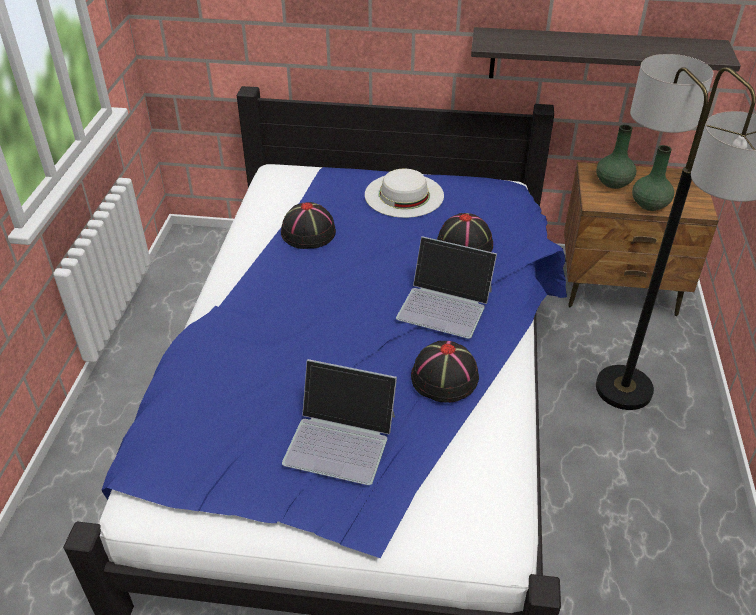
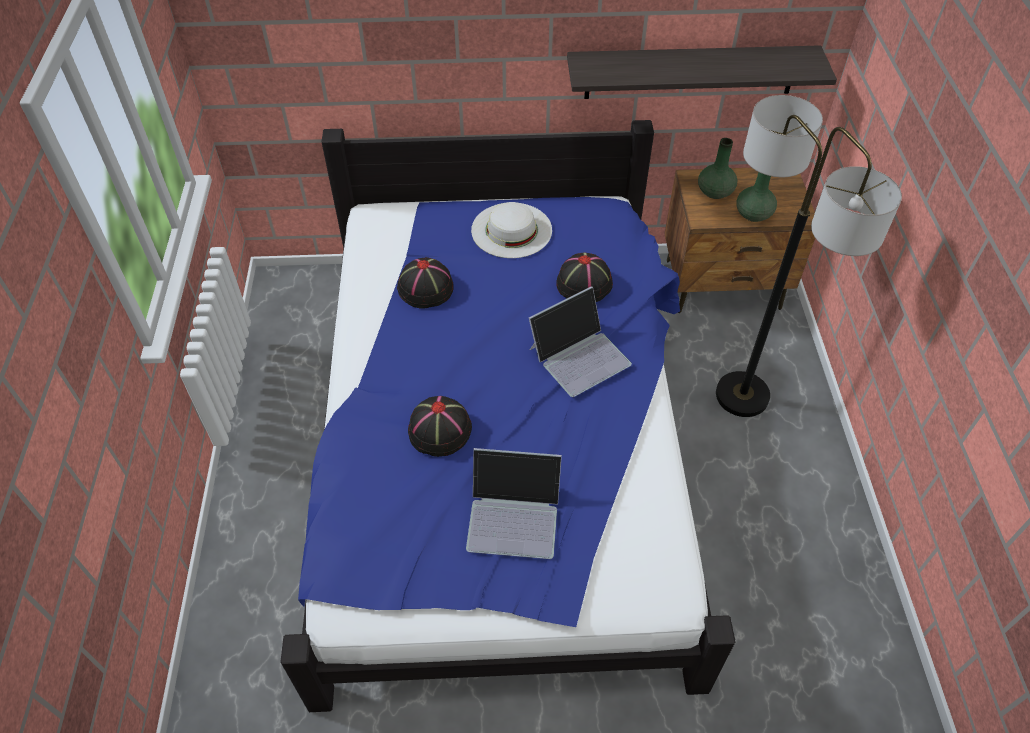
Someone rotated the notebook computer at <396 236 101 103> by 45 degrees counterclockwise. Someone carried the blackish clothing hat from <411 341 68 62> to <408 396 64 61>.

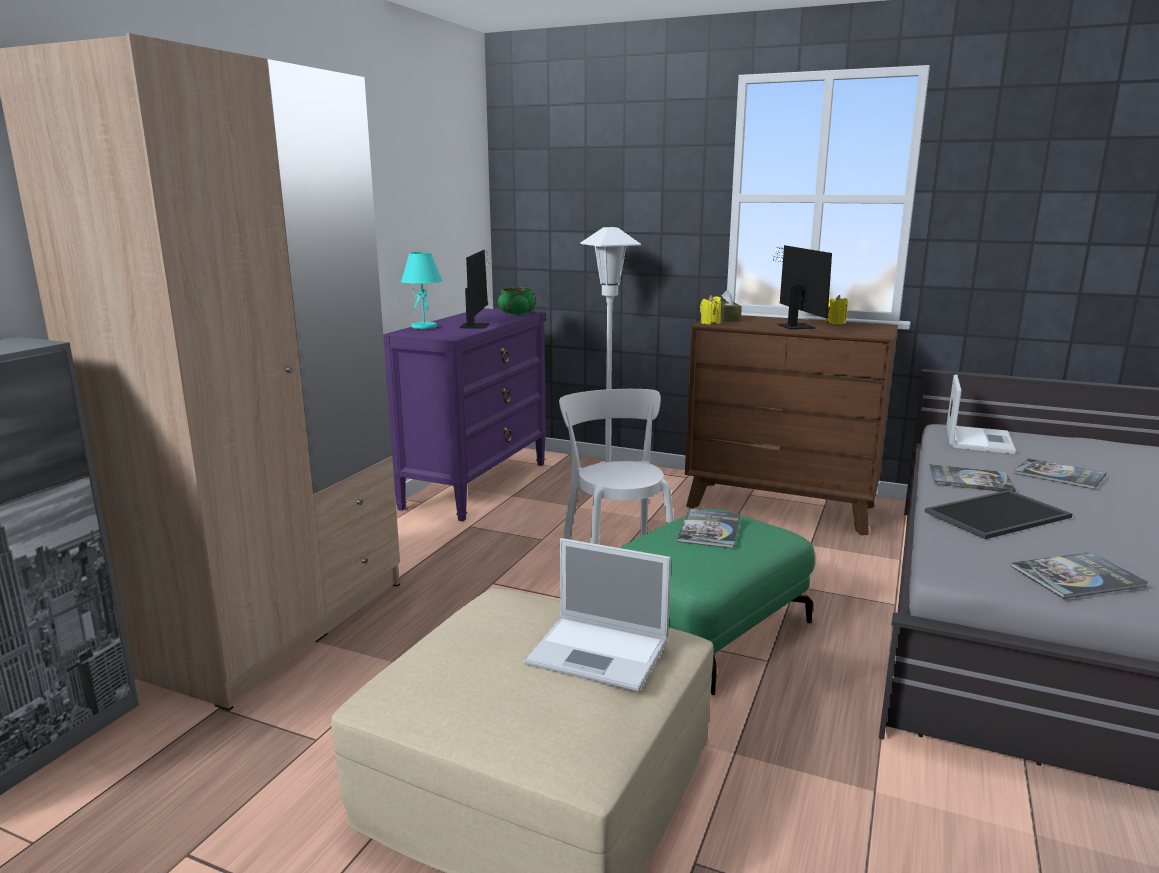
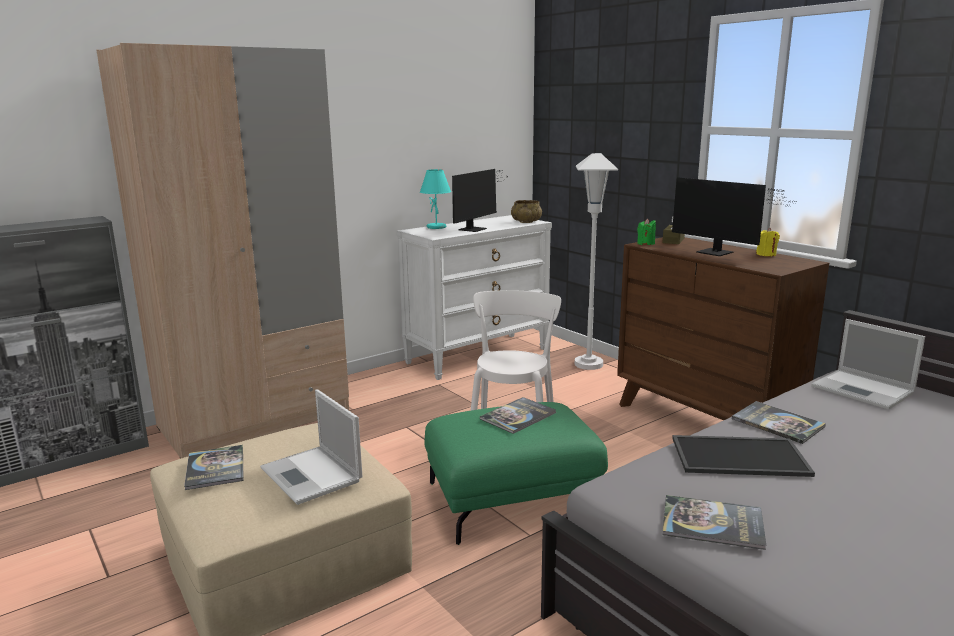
Someone repainted the purplish drawer chest at <383 308 164 213>, which became the whitish drawer chest at <397 215 155 165>. Someone repainted the green deep dish at <498 287 38 28>, which became the beige deep dish at <511 200 31 23>. Someone repainted the yellow candle at <700 295 21 29>, which became the green candle at <637 219 19 26>. Someone rotated the computer screen at <771 245 61 84> by 120 degrees clockwise. Someone rotated the notebook computer at <947 375 69 79> by 90 degrees clockwise. Someone carried the bound book from <1014 458 93 31> to <184 445 60 45>.

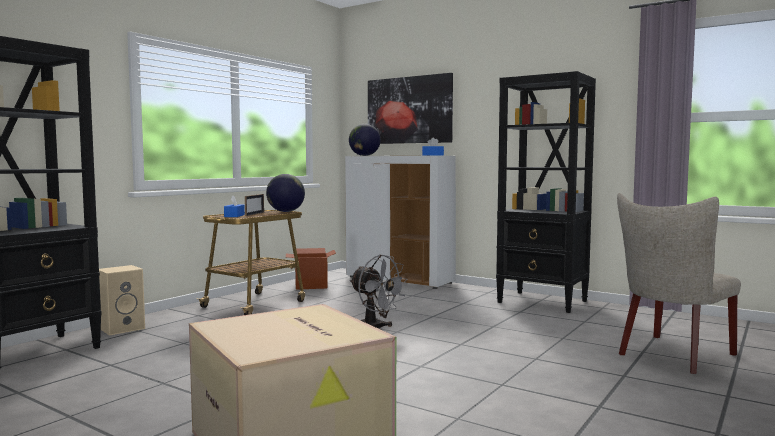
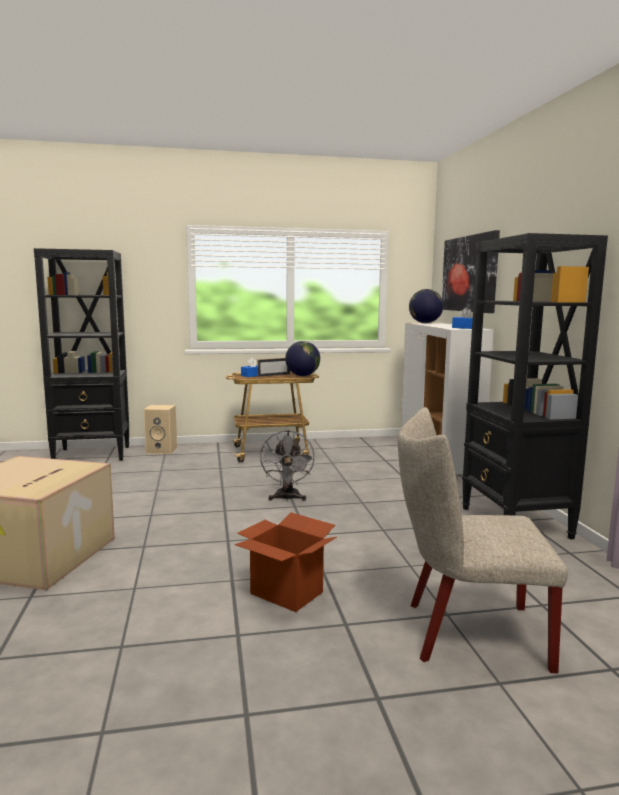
Someone carried the carton from <286 248 50 42> to <235 512 102 100>.

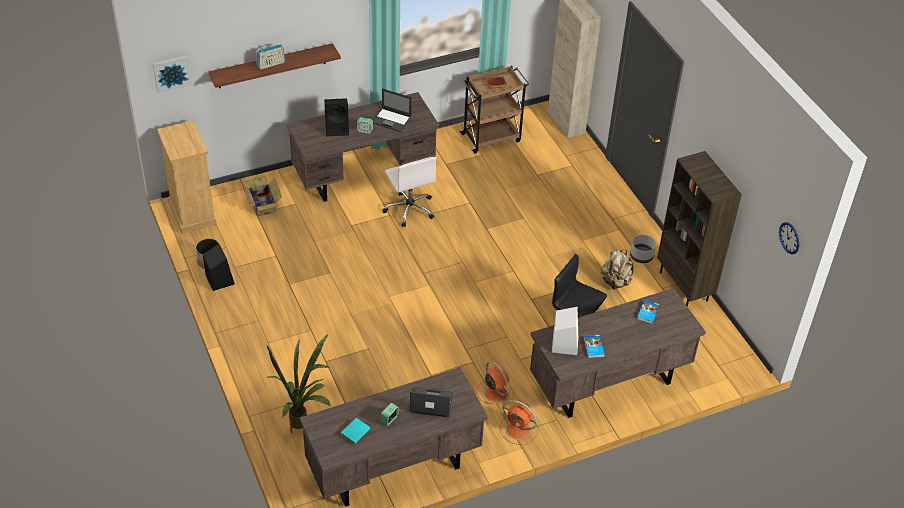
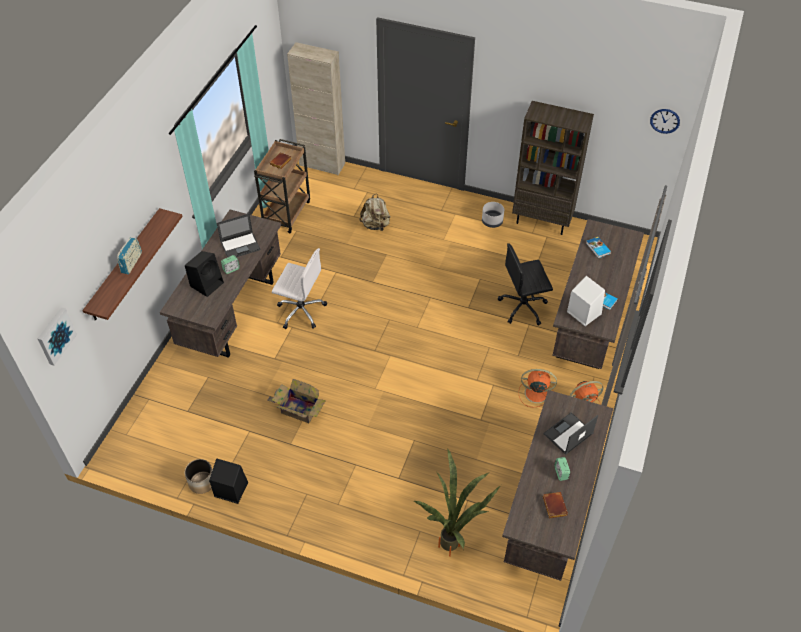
Someone took away the beige drawer chest at <157 120 60 114>. Someone carried the carton from <242 177 40 39> to <267 379 59 44>. Someone repainted the turquoise bound book at <341 418 29 26>, which became the brown bound book at <542 492 26 26>. Someone carried the beige knapsack from <601 249 33 41> to <359 193 32 38>.

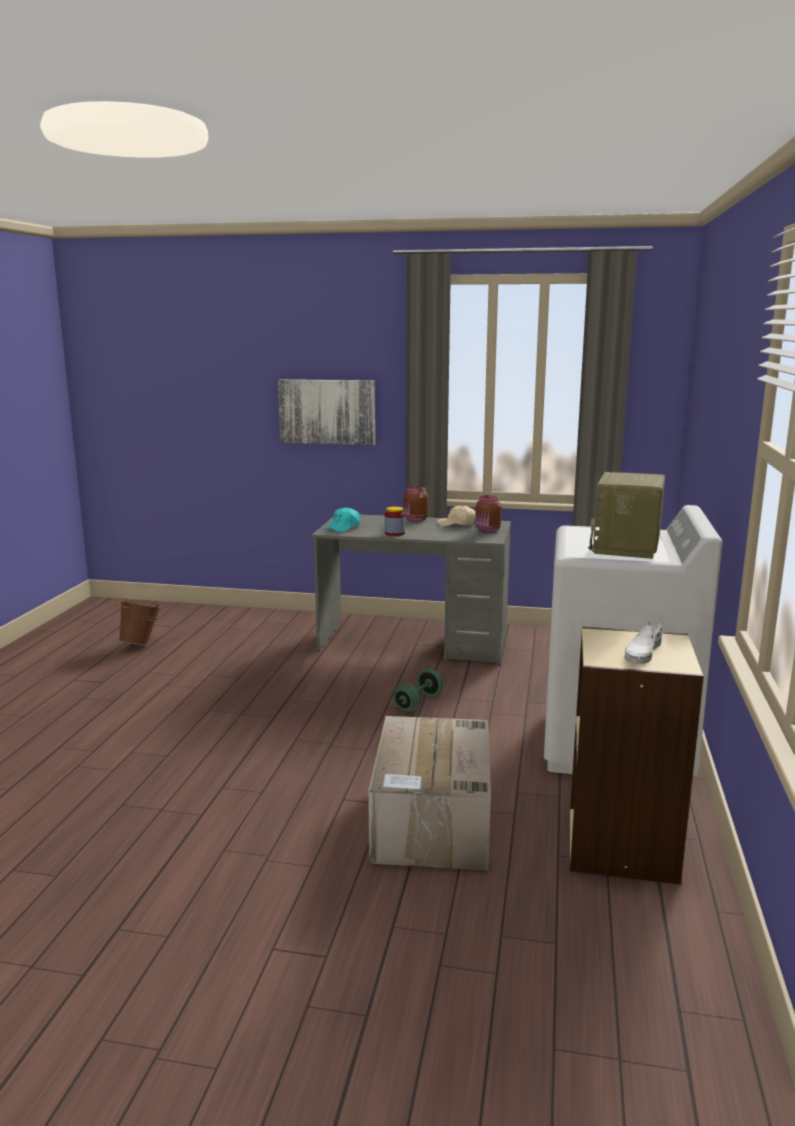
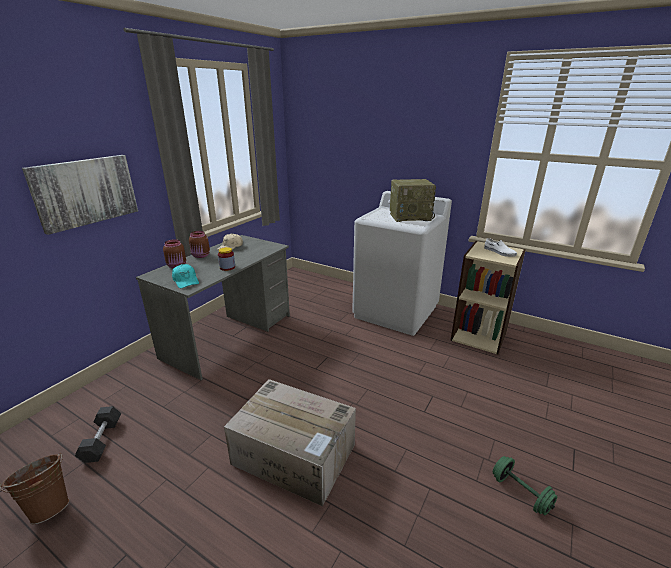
Someone carried the carton from <368 716 123 154> to <224 379 132 127>. Someone carried the green dumbbell from <393 669 50 42> to <493 456 64 59>. Someone carried the brown jar from <475 495 27 38> to <163 239 23 29>. Someone rotated the radio set at <588 472 77 87> by 45 degrees counterclockwise. Someone put down the blackish dumbbell at <75 406 46 57>.

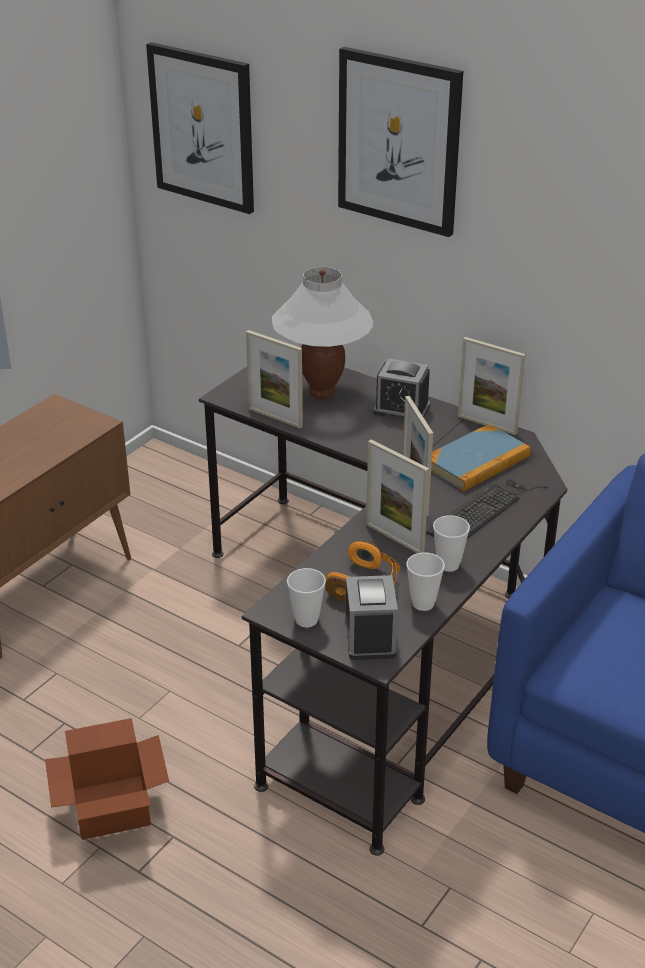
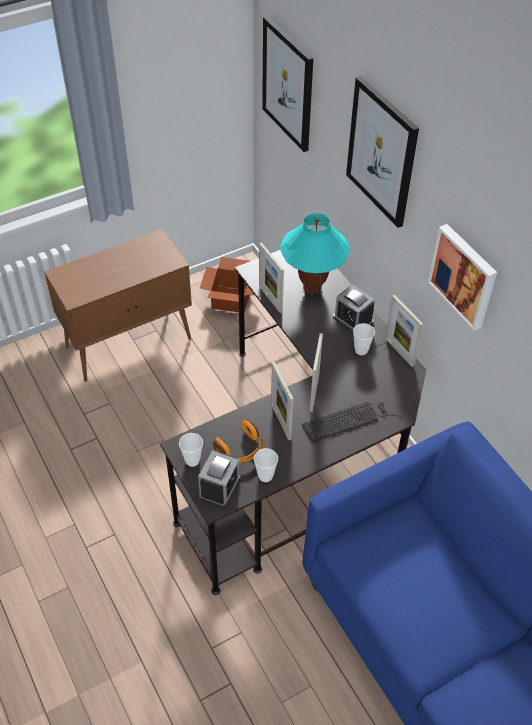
Someone carried the carton from <45 718 124 122> to <200 257 54 56>. Someone repainted the whitish lamp for a table at <272 267 102 132>, which became the turquoise lamp for a table at <280 213 70 81>. Someone took away the bound book at <431 424 100 68>. Someone carried the small cup from <433 515 37 57> to <353 323 22 32>. Someone put up the wall picture at <428 224 69 107>.

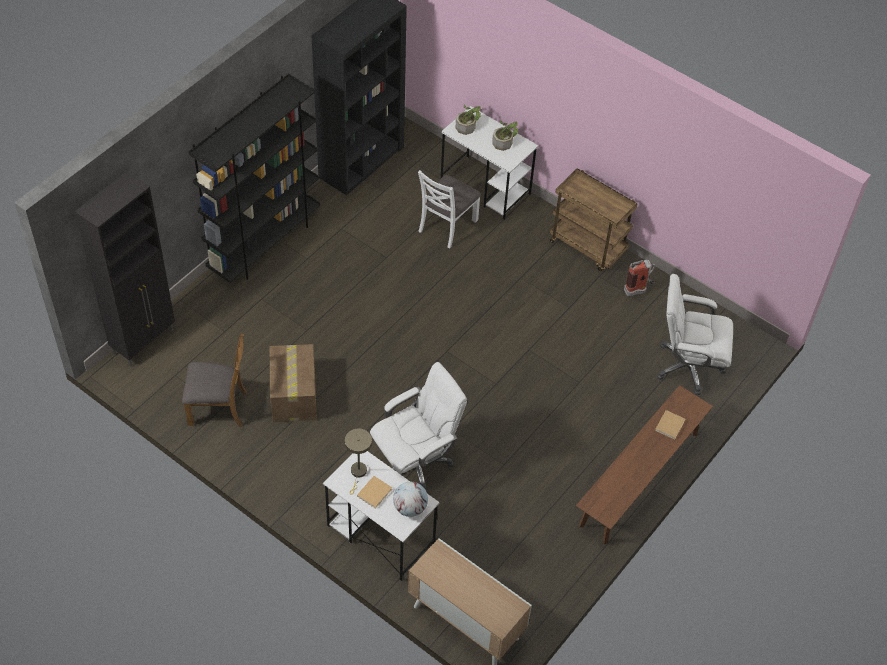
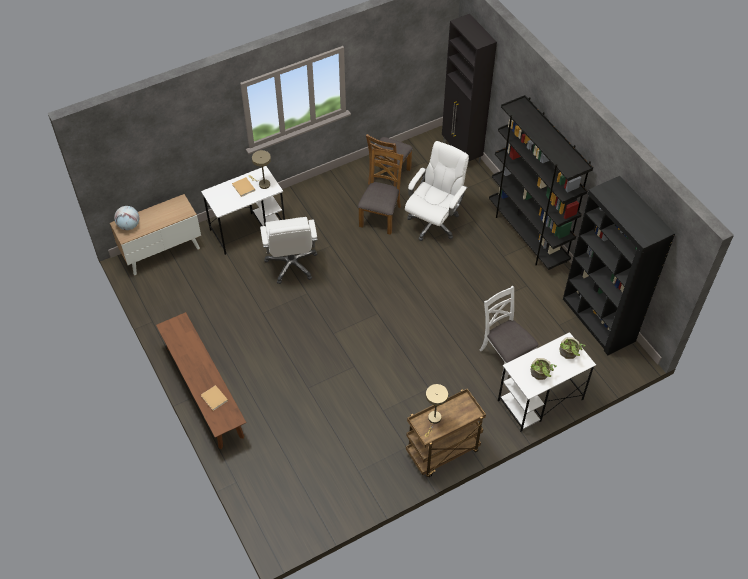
Someone swapped the carton at <270 344 47 78> for the brown plain chair at <358 148 46 87>. Someone carried the desk globe from <393 482 35 35> to <114 206 25 24>. Someone took away the fire-fighting cylinder at <624 260 31 36>. Someone carried the whitish office chair from <657 274 76 121> to <405 141 64 100>. Someone put down the beige lamp for a table at <425 384 23 53>.

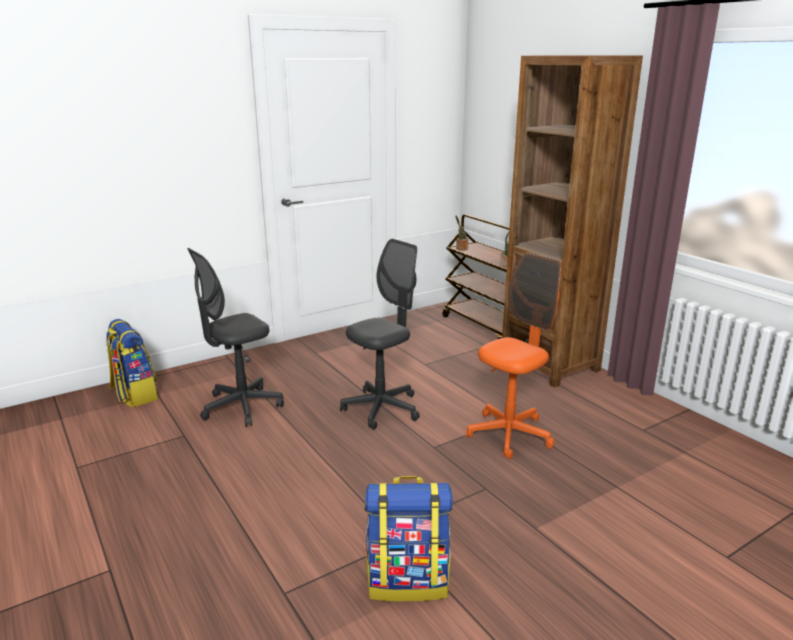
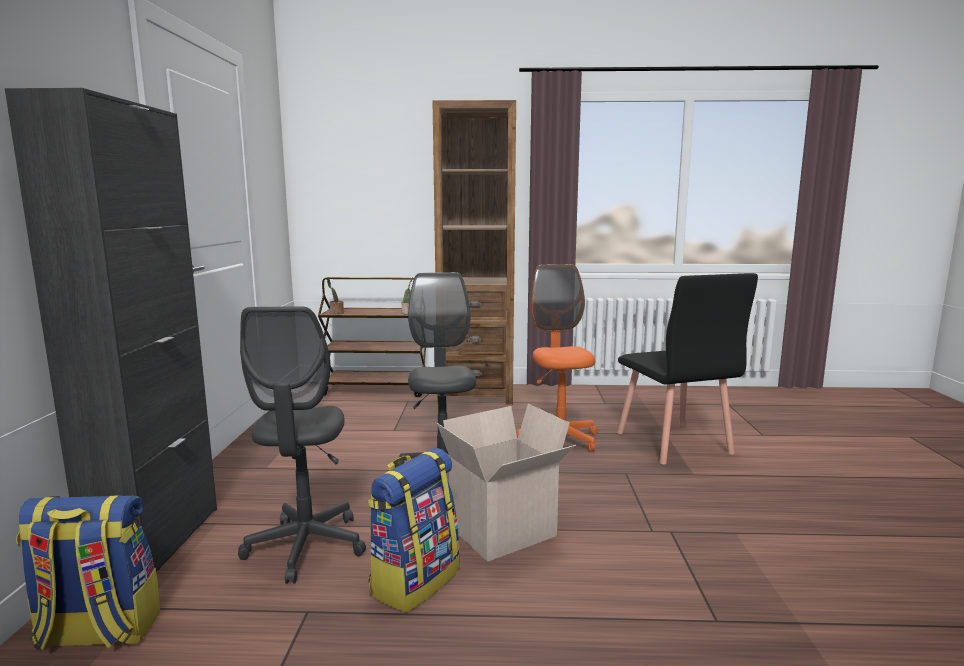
Someone carried the knapsack from <364 476 89 126> to <367 448 93 165>. Someone put down the blackish cabinet at <5 88 212 484>. Someone put down the carton at <437 404 139 158>. Someone put down the blackish plain chair at <617 273 141 192>.

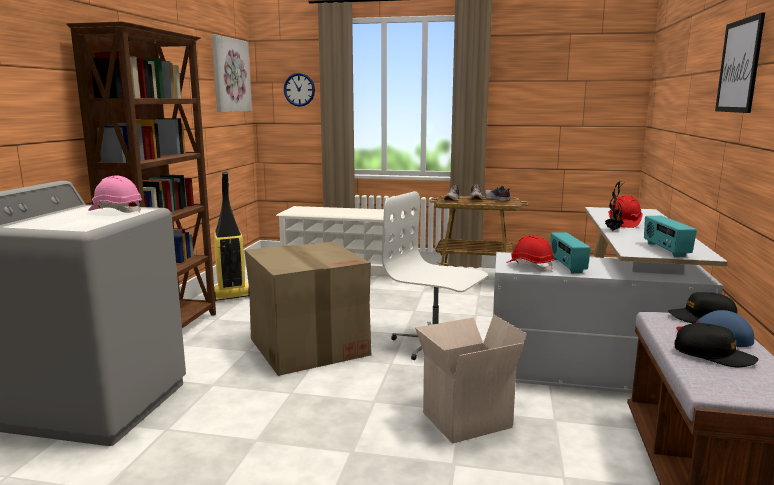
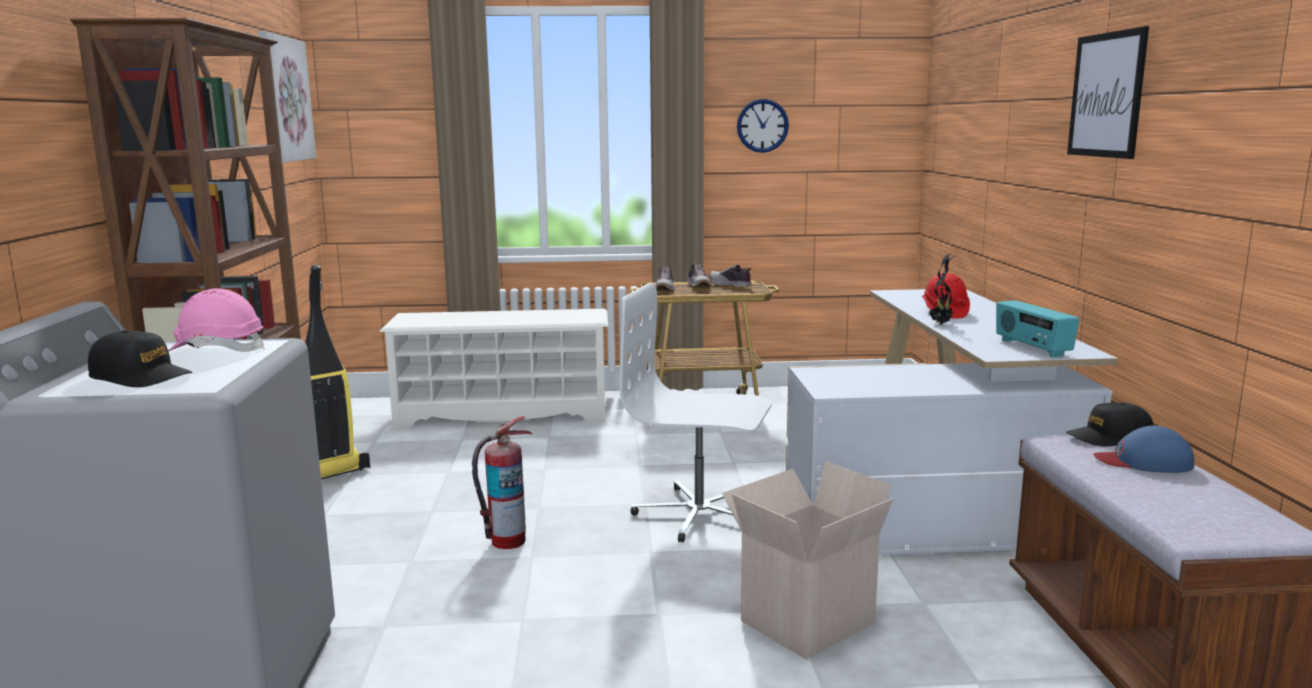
Someone swapped the carton at <244 242 127 134> for the fire-fighting cylinder at <472 416 60 133>. Someone carried the wall clock from <284 73 31 34> to <737 99 52 54>. Someone took away the red hard hat at <507 235 47 37>. Someone took away the radio set at <550 232 41 42>. Someone carried the blackish peaked cap from <674 323 84 44> to <88 330 104 57>.

